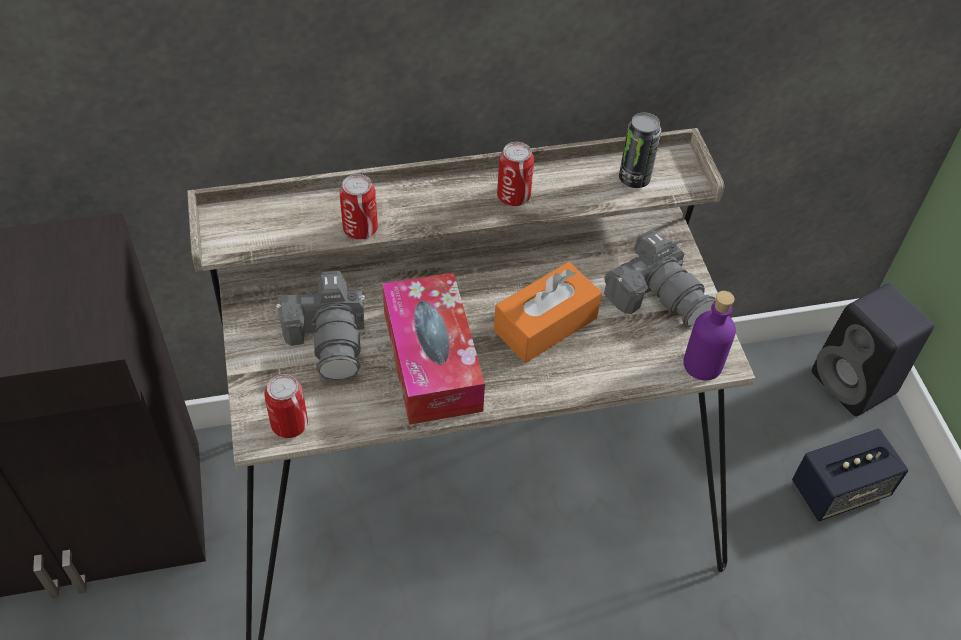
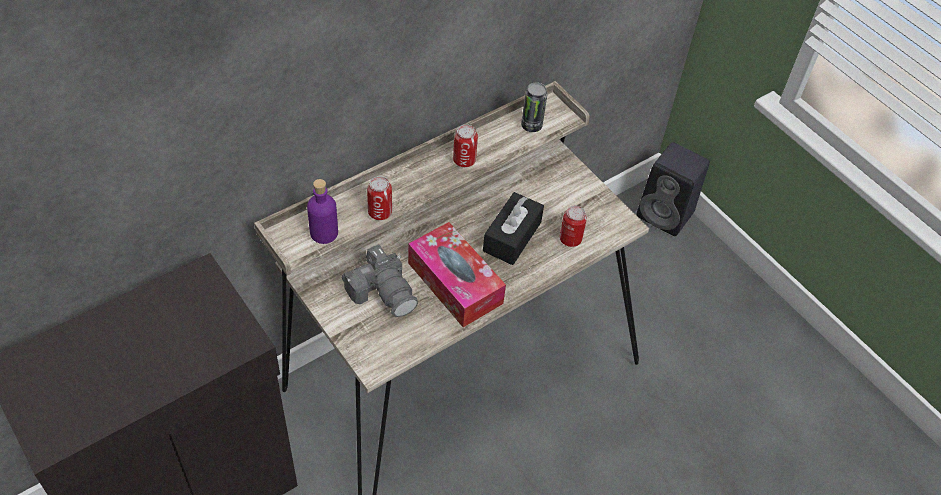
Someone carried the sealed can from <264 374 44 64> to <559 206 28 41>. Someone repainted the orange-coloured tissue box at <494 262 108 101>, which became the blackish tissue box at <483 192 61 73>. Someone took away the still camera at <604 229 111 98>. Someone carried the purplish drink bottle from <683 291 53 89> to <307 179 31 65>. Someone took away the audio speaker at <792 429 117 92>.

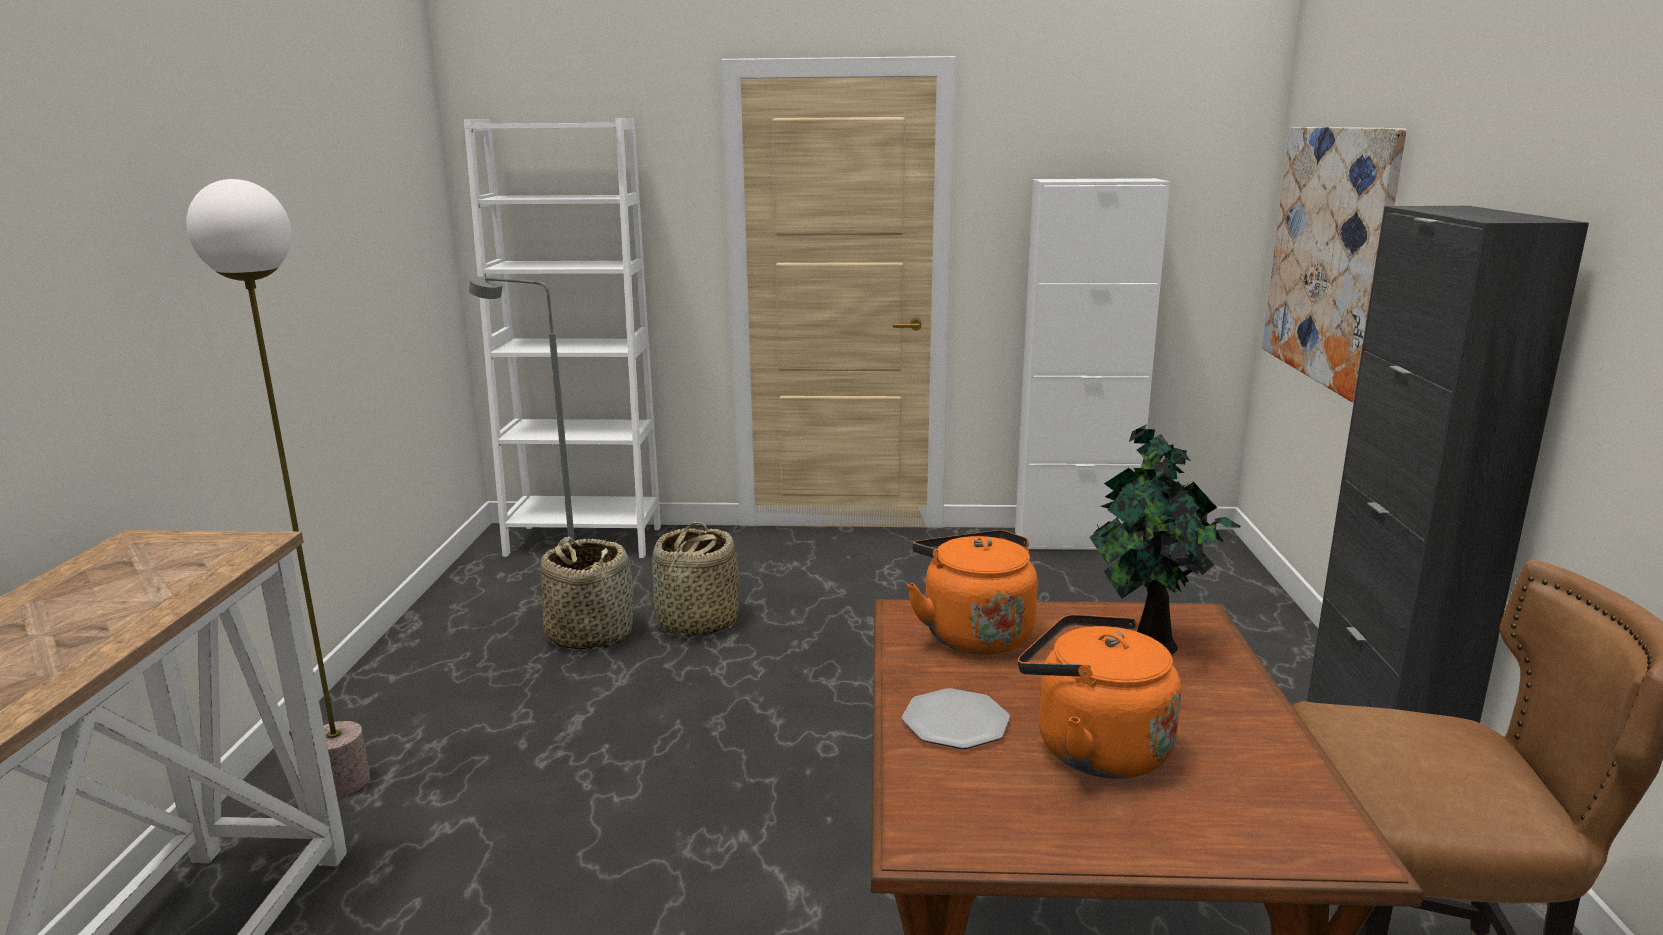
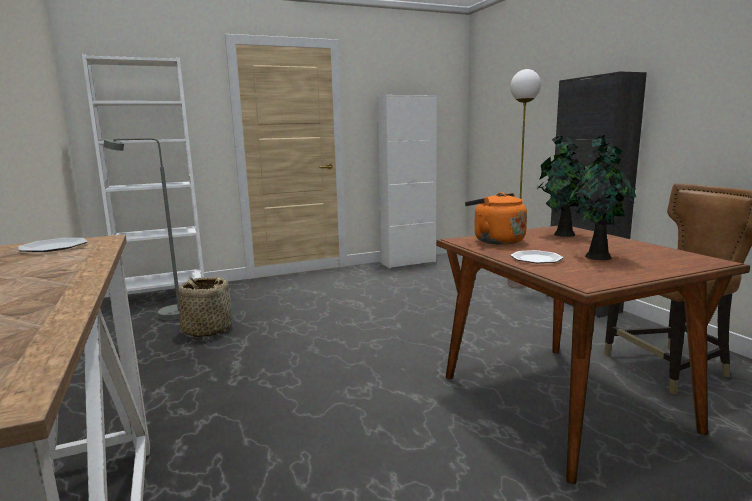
Someone carried the floor lamp from <186 179 184 618> to <507 69 34 219>. Someone took away the storage basket at <652 522 87 115>. Someone swapped the orange-coloured tea kettle at <1018 614 163 165> for the potted plant at <568 135 68 125>. Someone took away the wall picture at <1262 127 145 275>. Someone put down the plate at <18 238 70 14>.

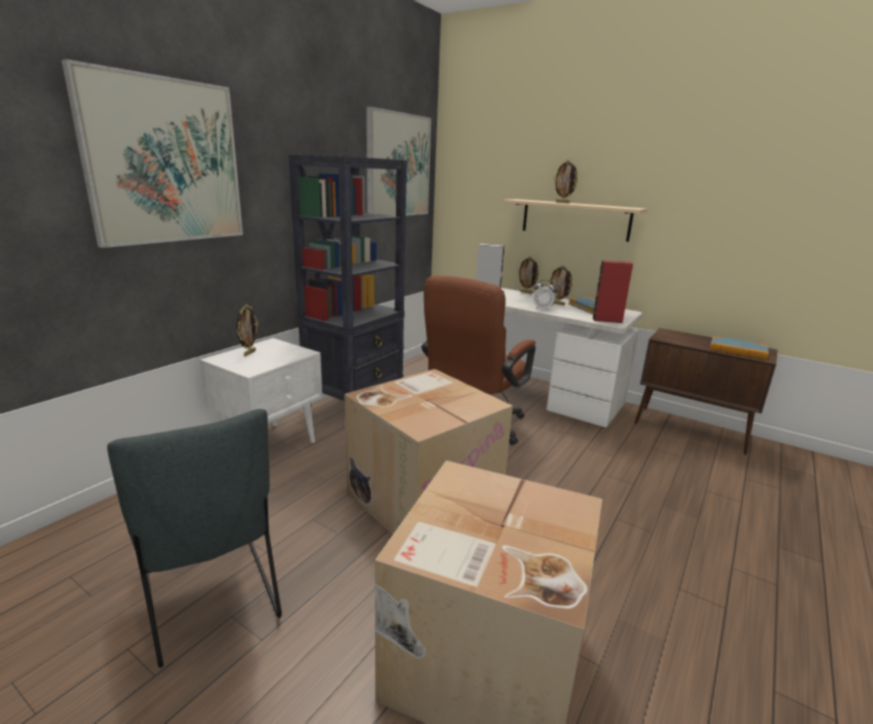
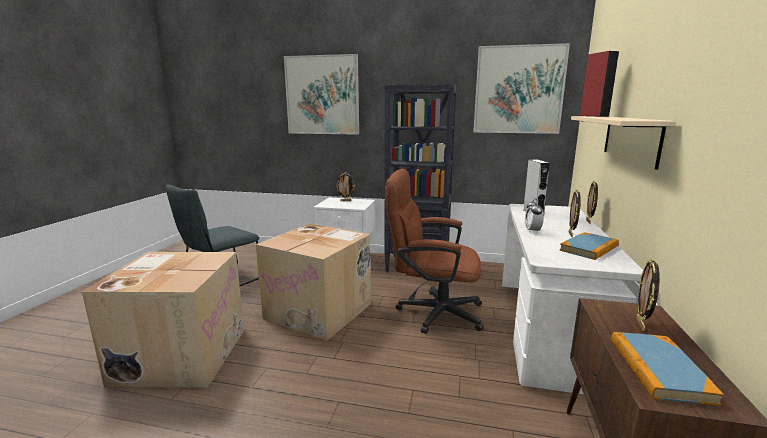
Someone carried the picture frame from <553 160 25 43> to <636 258 24 73>. Someone carried the red audio speaker from <592 260 41 63> to <580 51 39 66>.

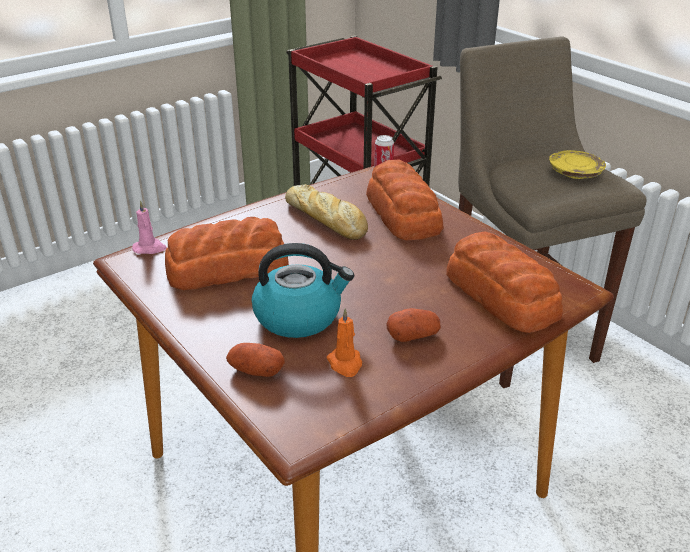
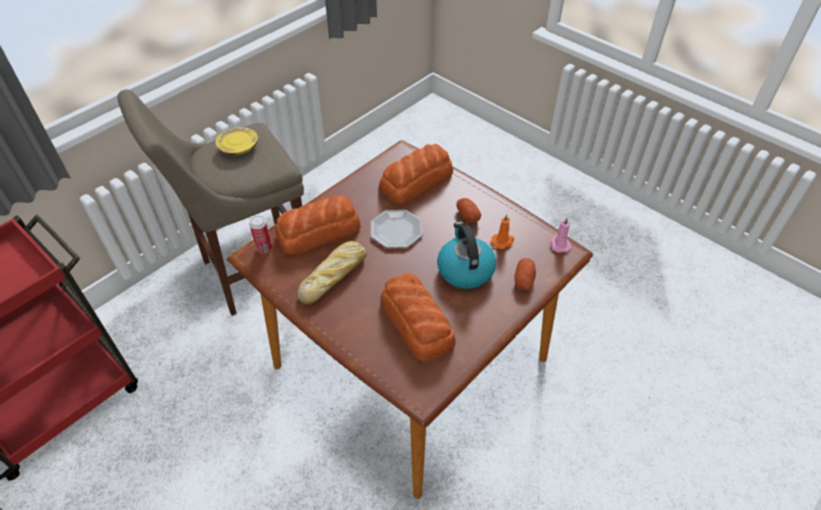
Someone carried the pink-coloured candle from <132 200 35 54> to <550 218 21 35>. Someone put down the plate at <371 210 52 38>.

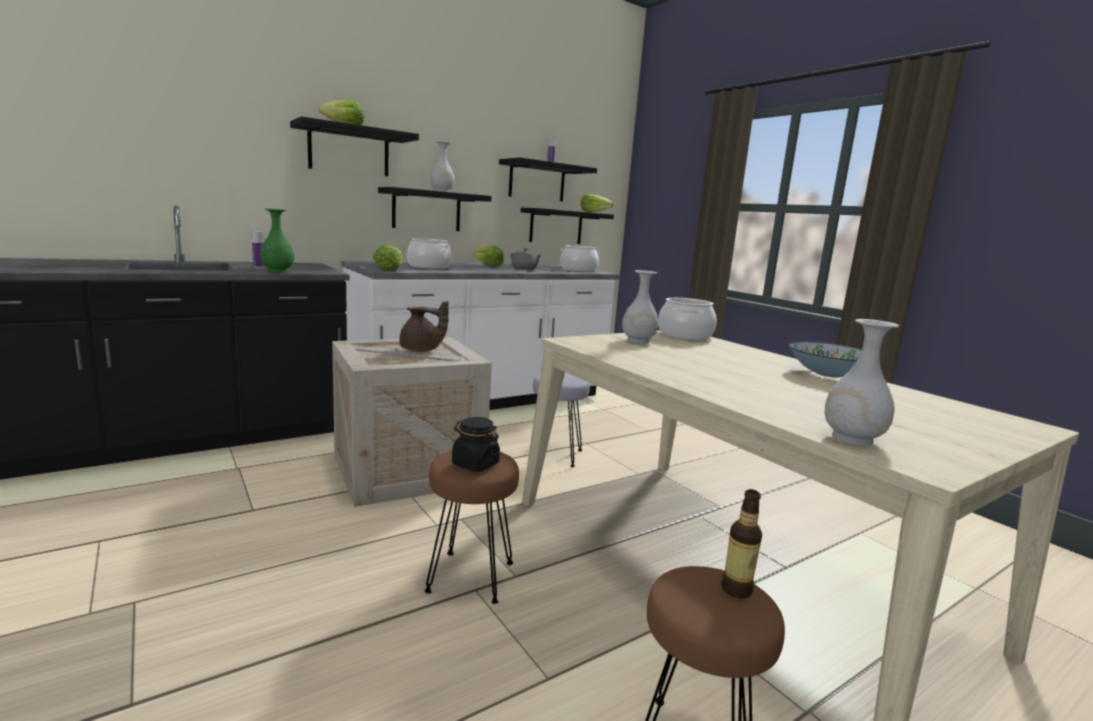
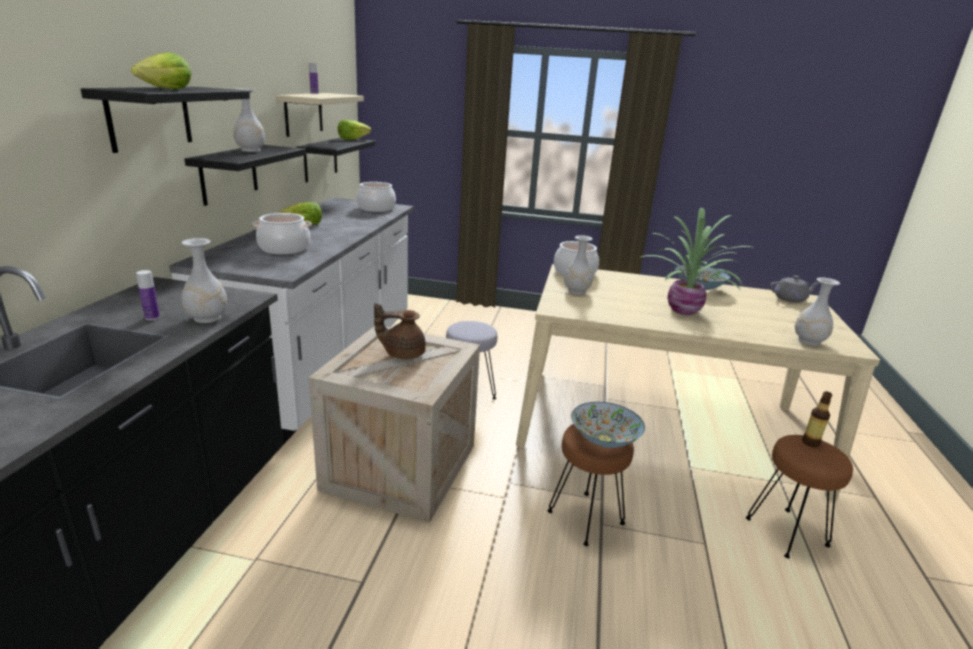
Someone repainted the green vase at <260 209 34 64>, which became the whitish vase at <181 238 46 85>. Someone took away the head of lettuce at <373 245 29 26>. Someone rotated the brown tea pot at <399 301 50 51> by 150 degrees counterclockwise. Someone swapped the blackish jar at <452 417 48 55> for the deep dish at <571 402 74 46>. Someone repainted the blackish wall shelf at <499 157 98 44>, which became the beige wall shelf at <275 93 89 44>. Someone carried the gray tea pot from <511 248 30 22> to <770 275 50 28>. Someone put down the potted plant at <639 208 113 107>.

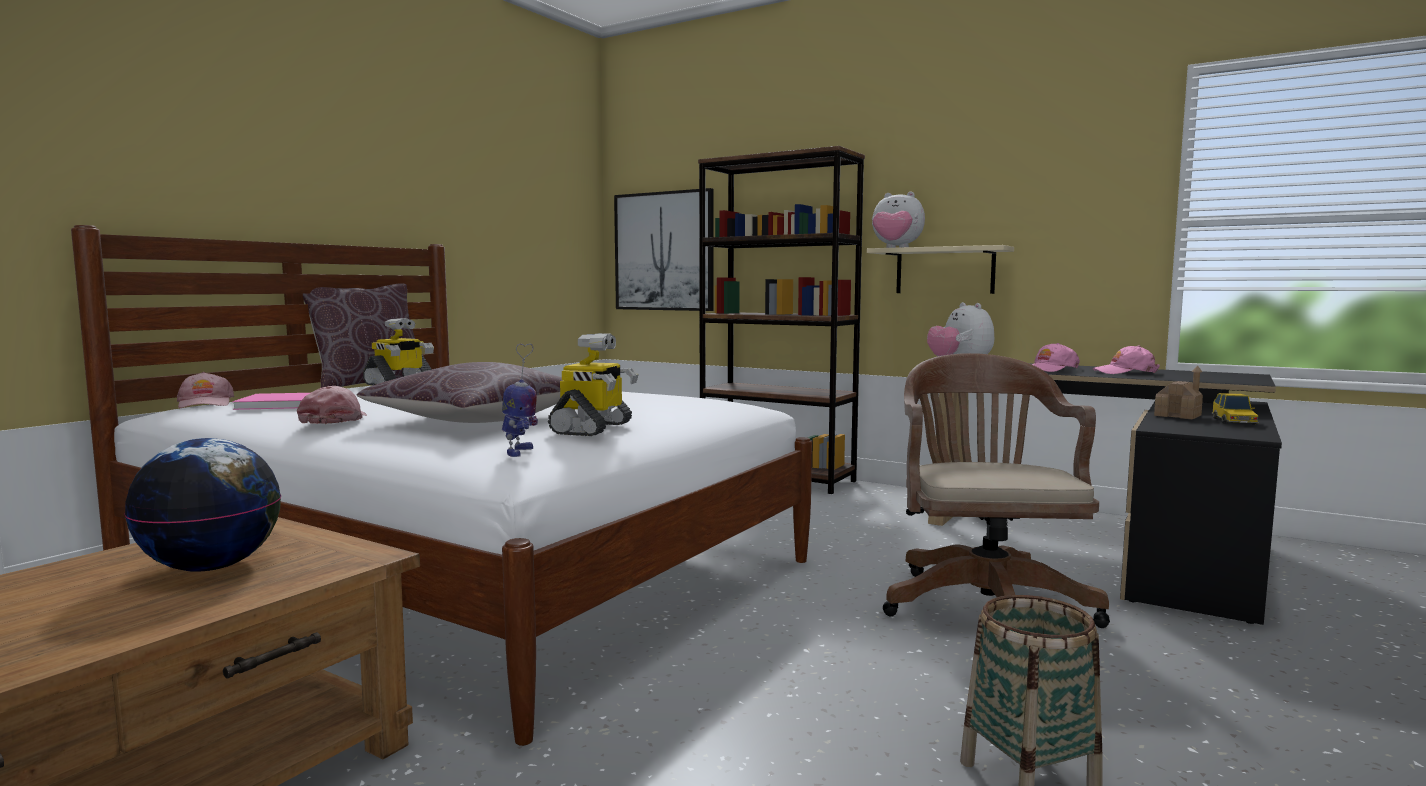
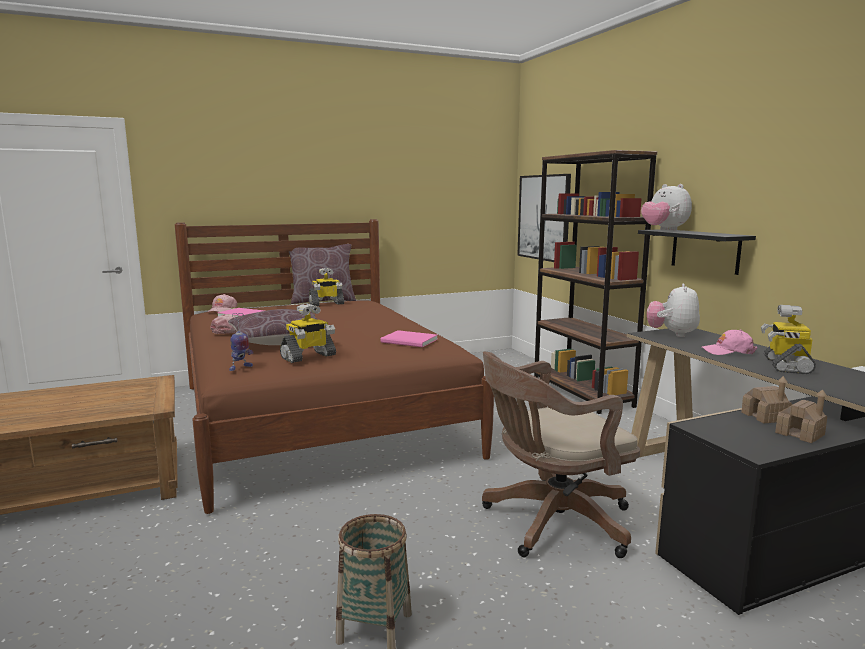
Someone repainted the whitish bed at <71 225 741 521>, which became the brown bed at <175 219 319 295>. Someone took away the desk globe at <124 438 157 134>. Someone repainted the beige wall shelf at <867 245 147 49>, which became the blackish wall shelf at <638 229 118 46>. Someone rotated the brown office chair at <883 353 227 275> by 150 degrees counterclockwise. Someone swapped the pink-coloured peaked cap at <1092 345 68 29> for the robot figure at <761 305 55 69>. Someone swapped the model car at <1212 393 47 32> for the model house at <775 389 52 54>. Someone put down the pink-coloured bound book at <380 330 58 17>.

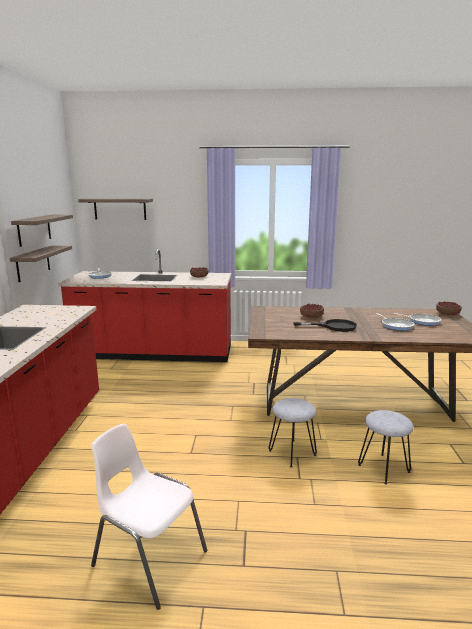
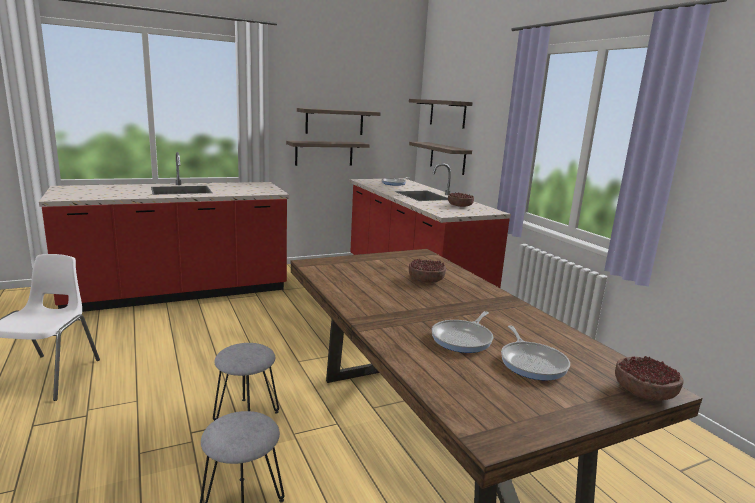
Someone took away the blackish pan at <293 319 64 13>. Someone put up the wall shelf at <409 142 63 33>.

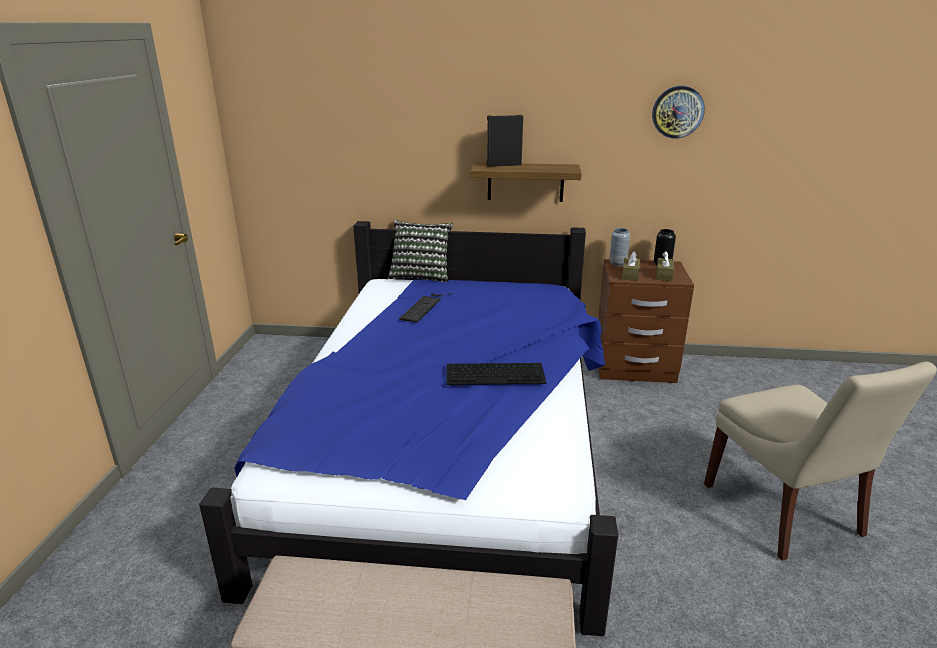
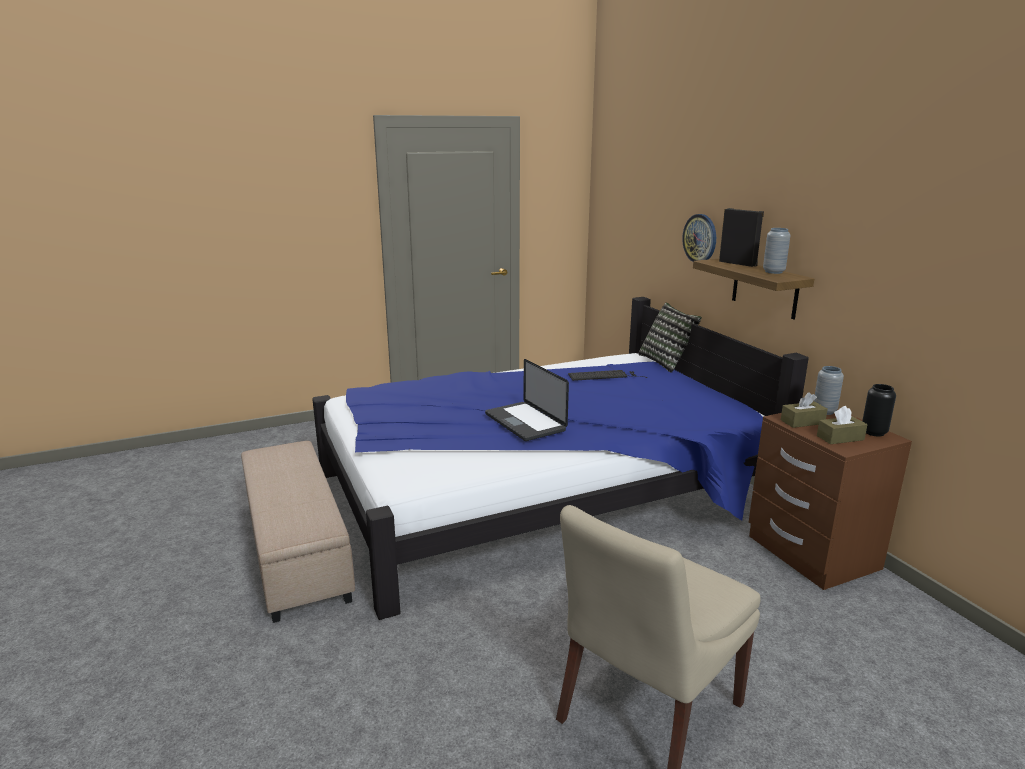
Someone swapped the PC keyboard at <446 363 101 22> for the notebook computer at <485 359 84 82>. Someone carried the wall clock from <652 86 53 53> to <682 214 34 48>. Someone put down the gray vase at <763 228 28 46>.

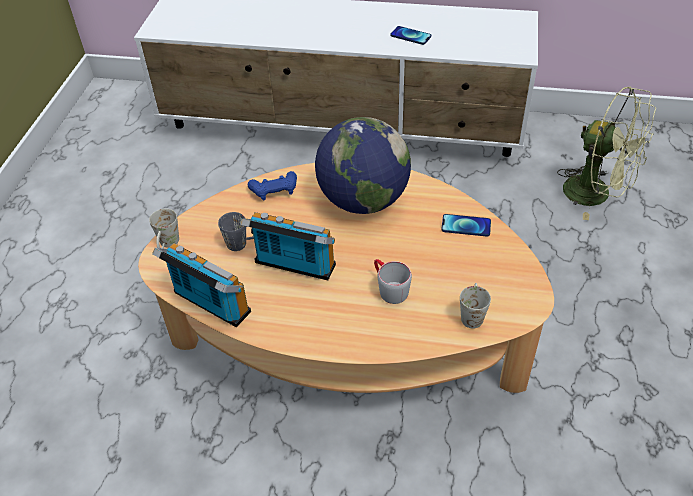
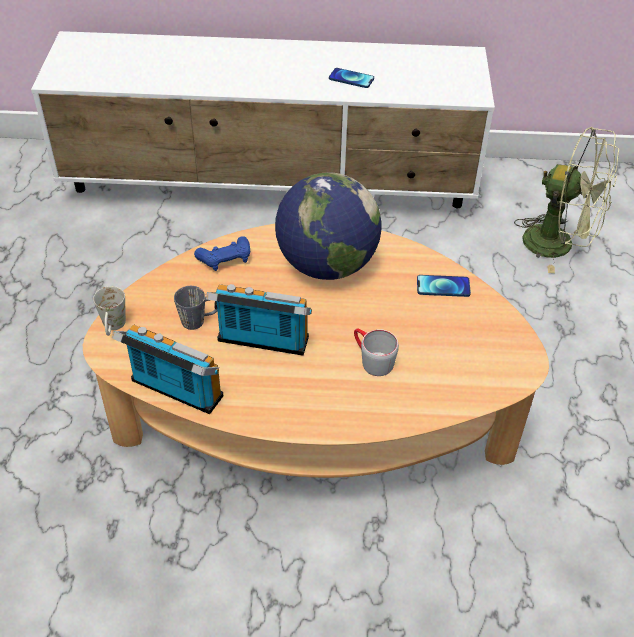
Someone took away the whitish mug at <460 283 31 46>.

